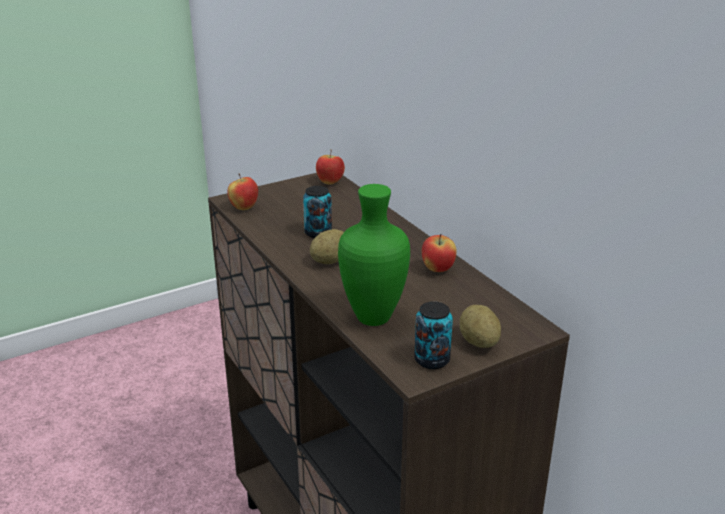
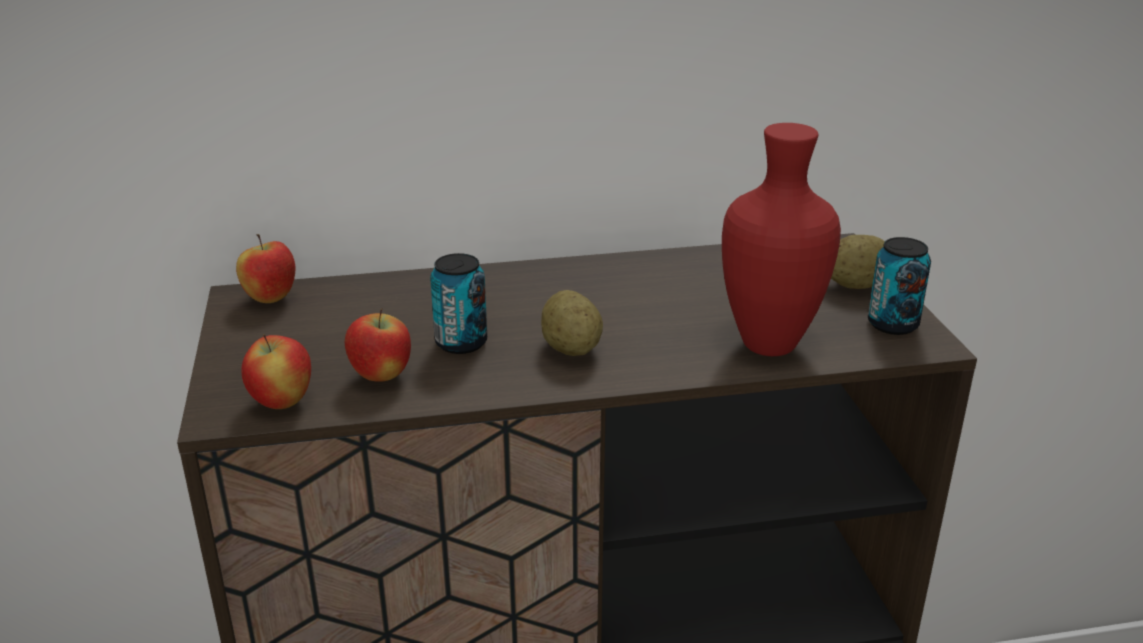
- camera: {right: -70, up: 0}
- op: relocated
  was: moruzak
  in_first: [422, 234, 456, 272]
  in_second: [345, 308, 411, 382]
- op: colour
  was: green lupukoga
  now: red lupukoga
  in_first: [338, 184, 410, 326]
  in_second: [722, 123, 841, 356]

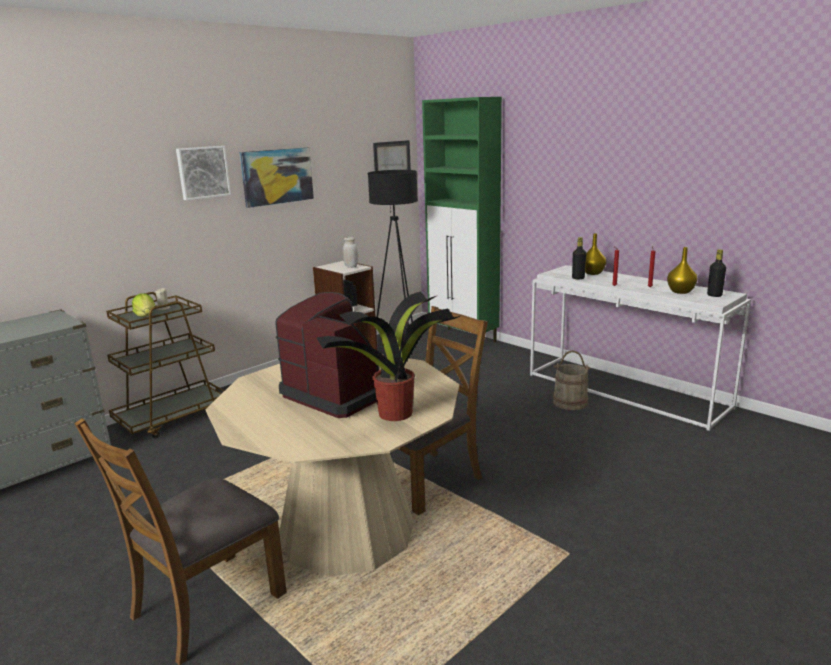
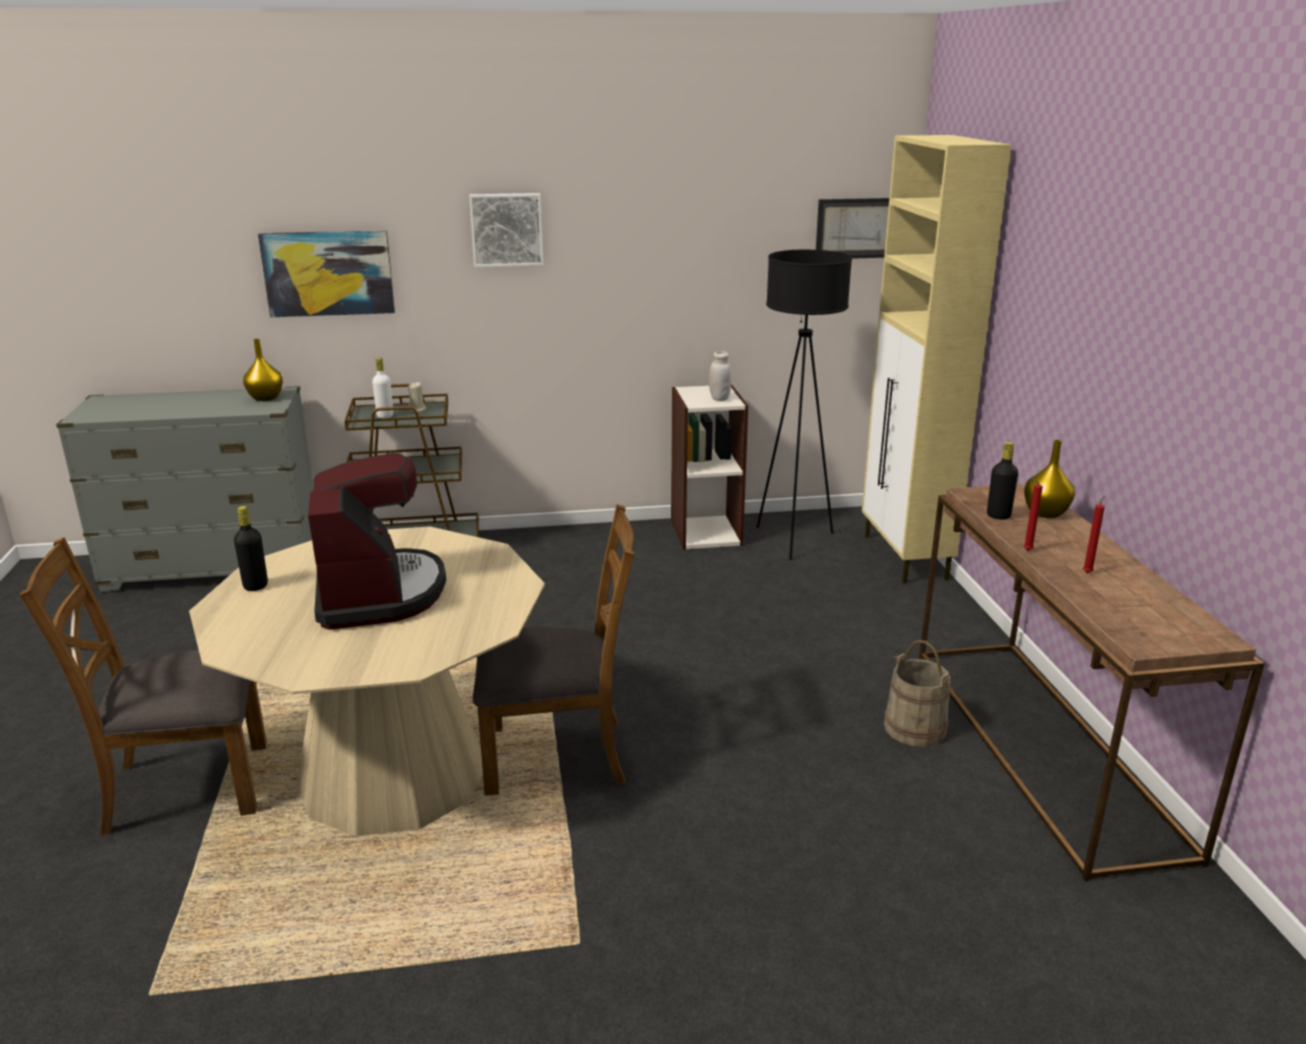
- camera: {right: 35, up: 5}
- op: relocated
  was: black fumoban
  in_first: [707, 249, 726, 297]
  in_second: [234, 506, 268, 591]
- op: relocated
  was: yellow lupukoga
  in_first: [667, 247, 698, 294]
  in_second: [243, 339, 283, 401]
- op: relocated
  was: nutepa
  in_first: [240, 147, 314, 208]
  in_second: [258, 230, 395, 317]
- op: exchanged
  was: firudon
  now: white fumoban
  in_first: [132, 293, 155, 317]
  in_second: [372, 358, 393, 418]
- op: colour
  was: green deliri
  now: beige deliri
  in_first: [422, 97, 502, 342]
  in_second: [862, 135, 1011, 584]
- op: colour
  was: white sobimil
  now: brown sobimil
  in_first: [530, 265, 751, 431]
  in_second: [919, 484, 1265, 881]
- op: missing
  was: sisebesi
  in_first: [317, 292, 460, 421]

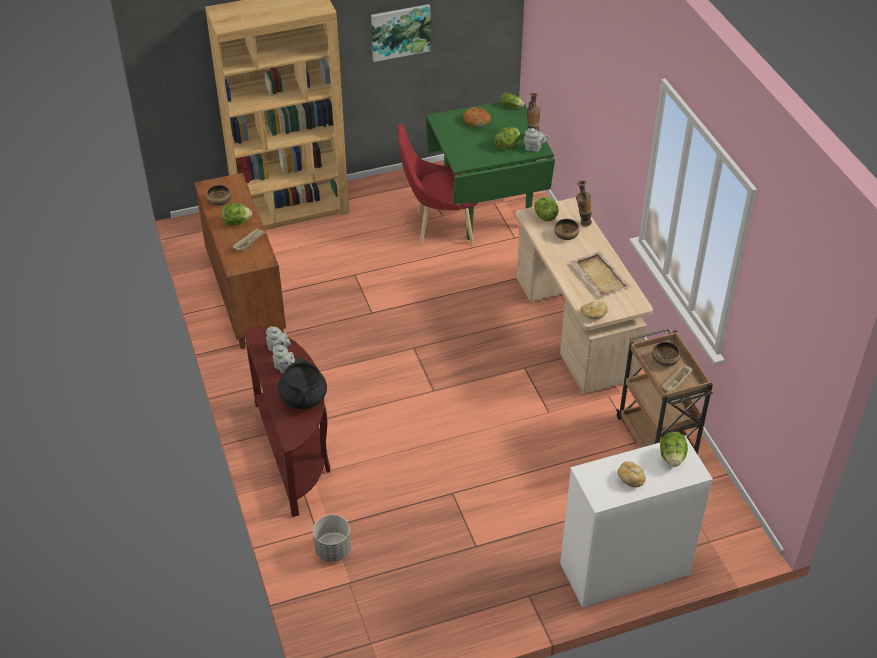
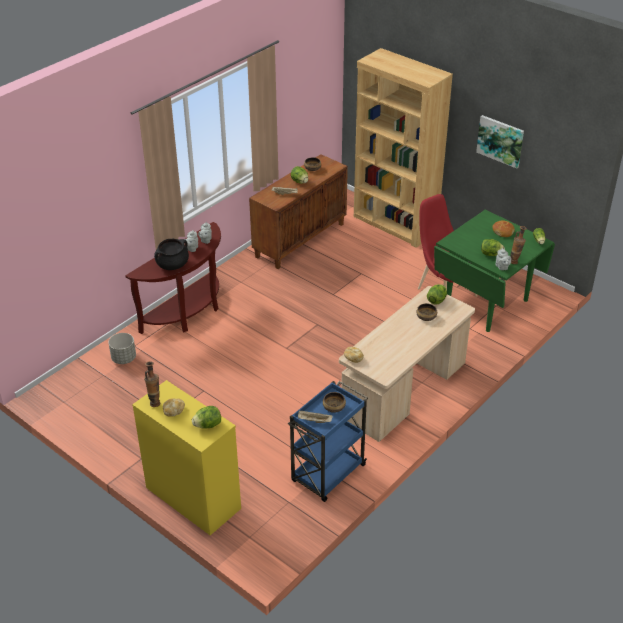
- camera: {right: 60, up: -5}
- op: colour
  was: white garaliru
  now: yellow garaliru
  in_first: [560, 436, 713, 608]
  in_second: [132, 380, 241, 535]
- op: relocated
  was: lupukoga
  in_first: [576, 180, 592, 227]
  in_second: [144, 361, 160, 407]
- op: colour
  was: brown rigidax
  now: blue rigidax
  in_first: [616, 328, 713, 455]
  in_second: [288, 381, 368, 502]
- op: missing
  was: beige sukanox
  in_first: [570, 251, 632, 297]

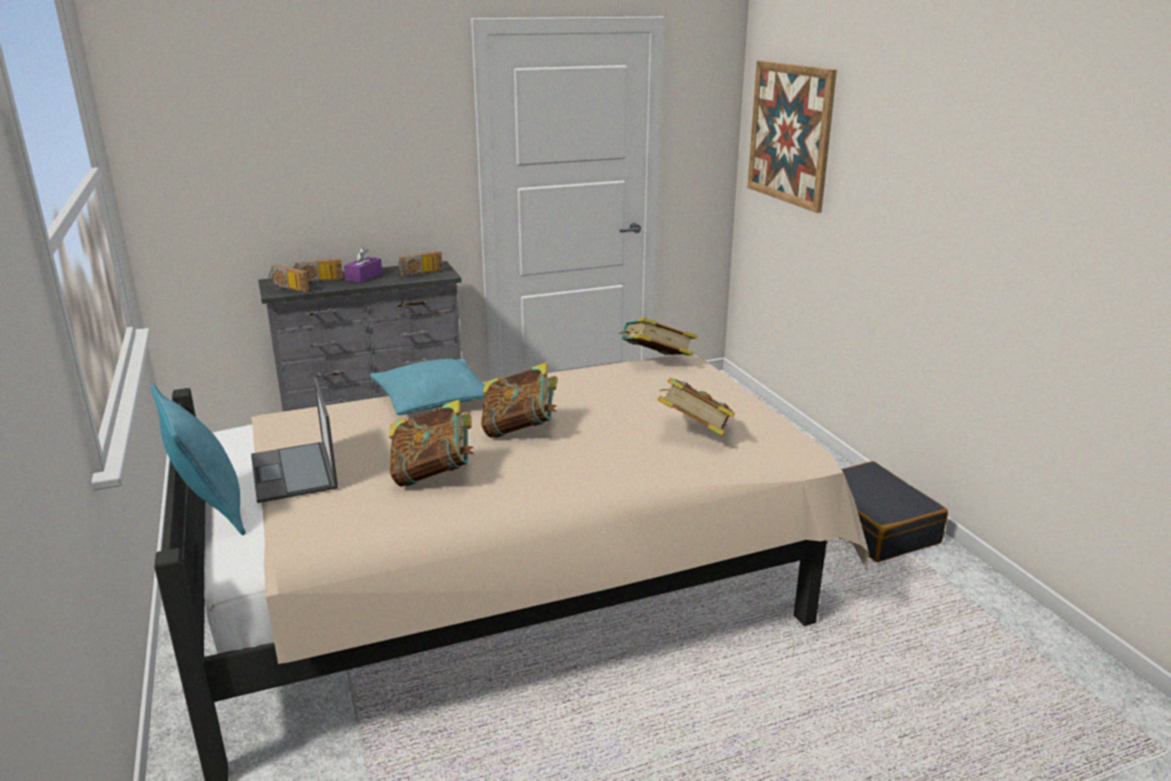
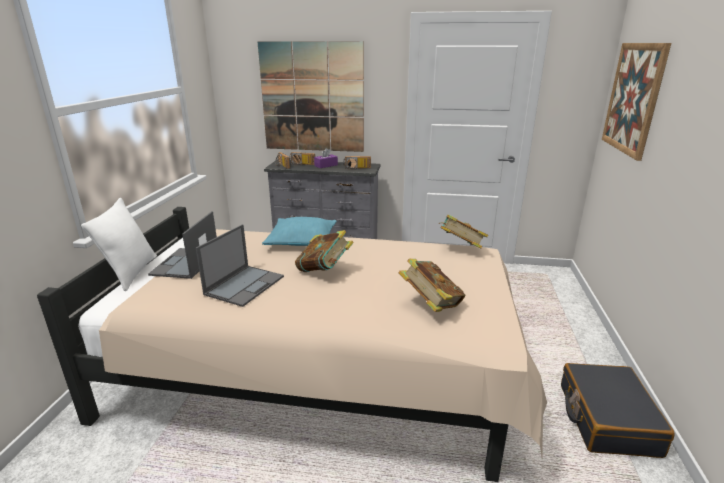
- camera: {right: 30, up: 0}
- op: colour
  was: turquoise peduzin
  now: white peduzin
  in_first: [151, 384, 246, 535]
  in_second: [81, 198, 157, 291]
- op: exchanged
  was: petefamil
  now: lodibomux
  in_first: [389, 400, 474, 487]
  in_second: [196, 224, 284, 307]
- op: appeared
  now: nutepa
  in_second: [258, 41, 364, 152]

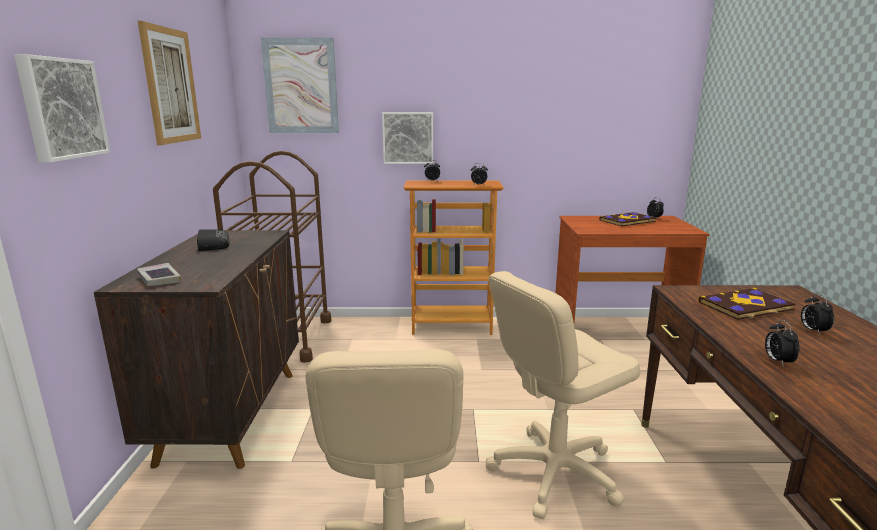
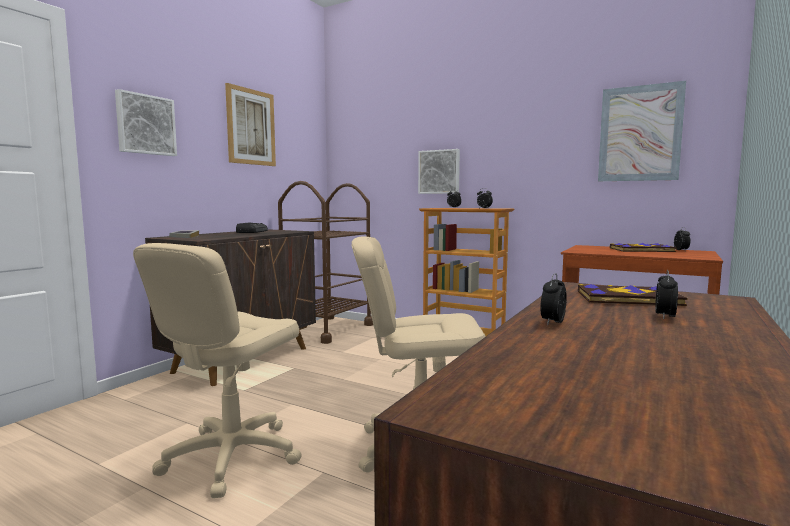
- camera: {right: 30, up: -10}
- op: relocated
  was: nutepa
  in_first: [261, 38, 339, 133]
  in_second: [598, 81, 686, 181]

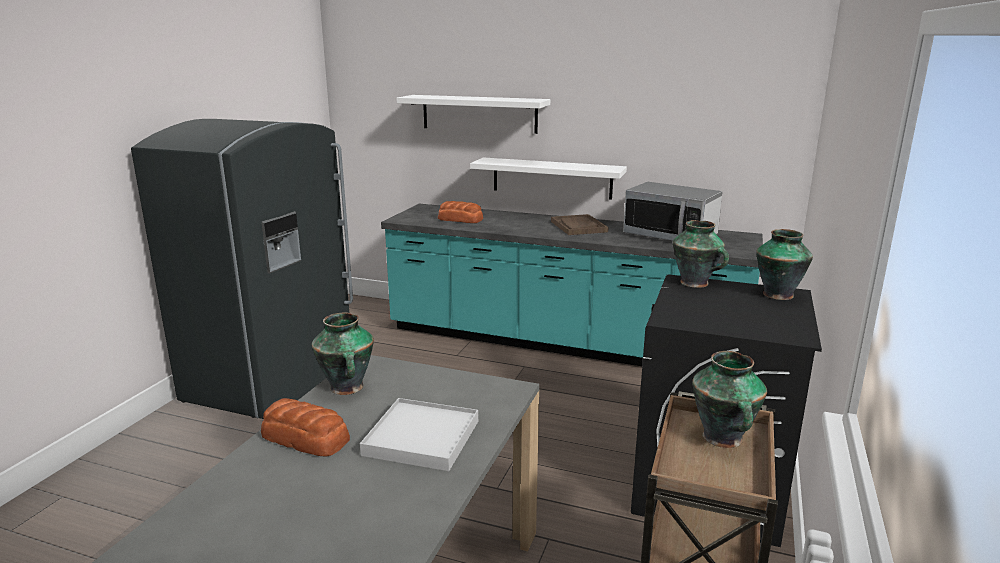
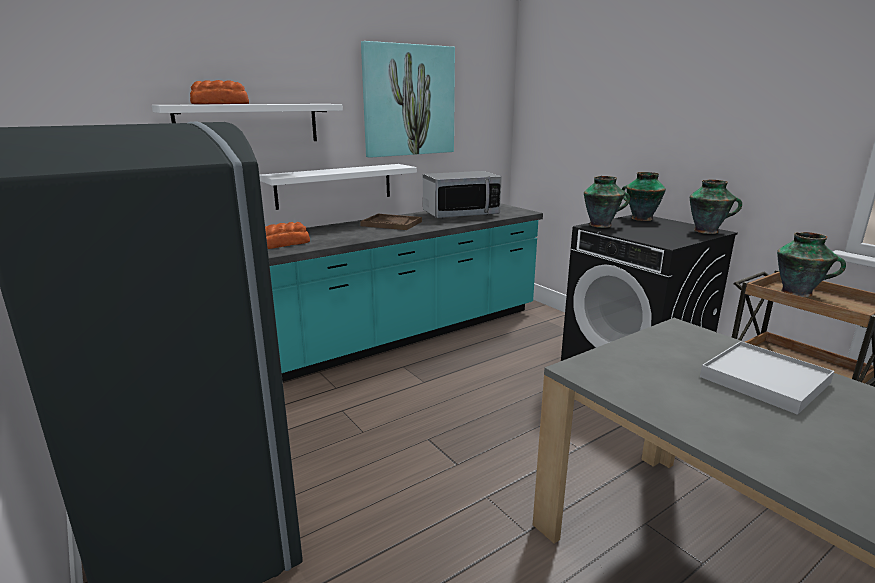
- camera: {right: -55, up: 0}
- op: relocated
  was: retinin
  in_first: [261, 398, 350, 457]
  in_second: [190, 80, 249, 104]
- op: appeared
  now: nutepa
  in_second: [361, 41, 455, 158]
- op: relocated
  was: lupukoga
  in_first: [312, 313, 374, 395]
  in_second: [690, 180, 742, 234]

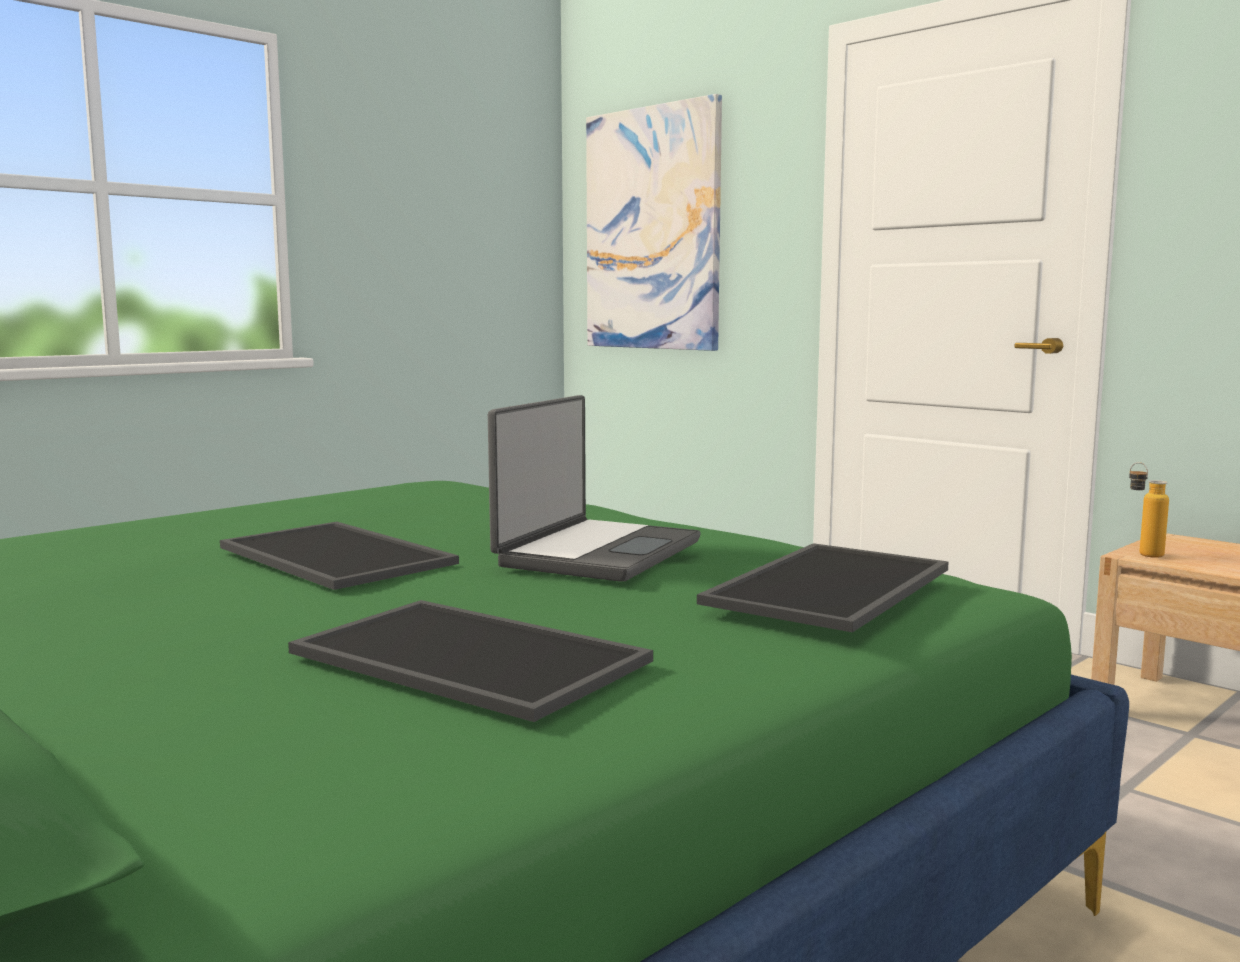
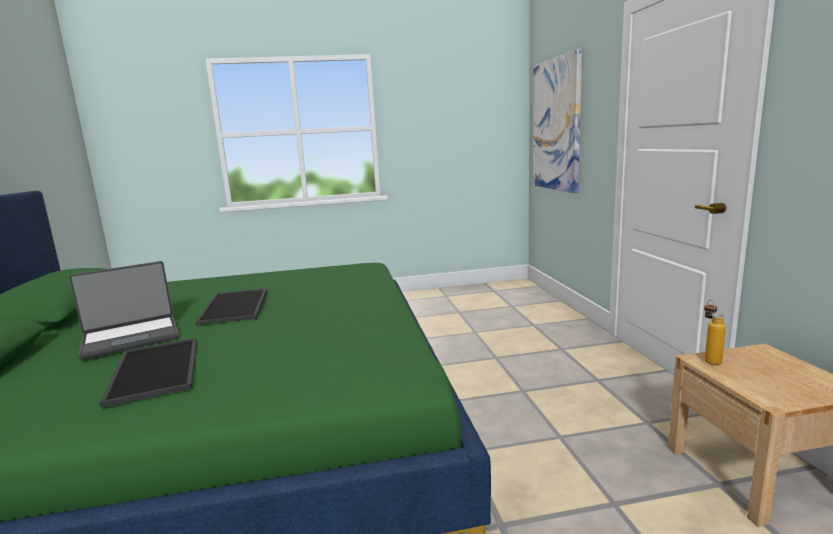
- camera: {right: 35, up: 5}
- op: relocated
  was: lodibomux
  in_first: [488, 395, 700, 582]
  in_second: [69, 261, 180, 360]
- op: missing
  was: sukanox
  in_first: [697, 543, 949, 632]

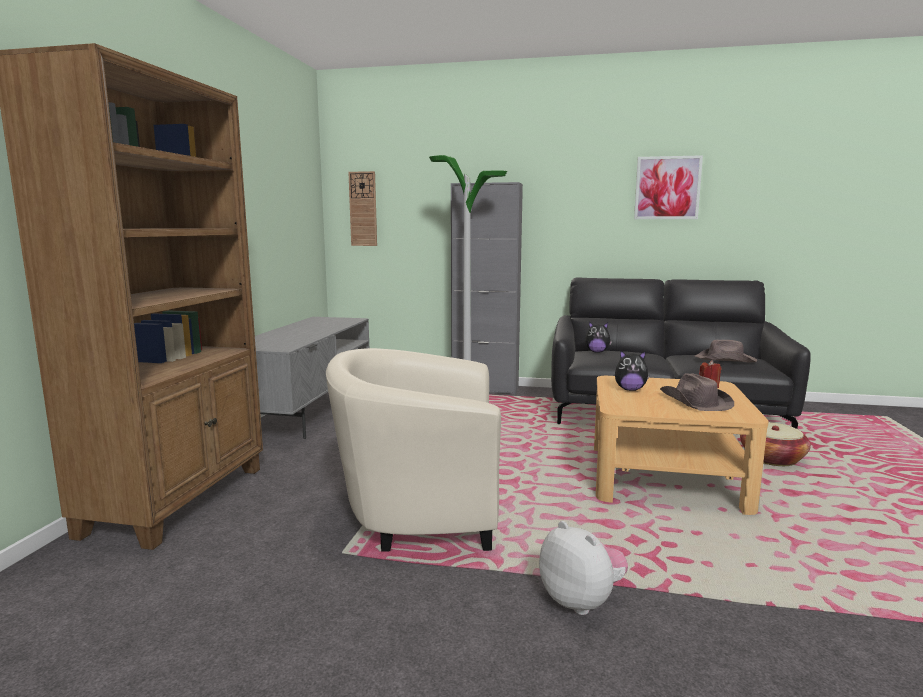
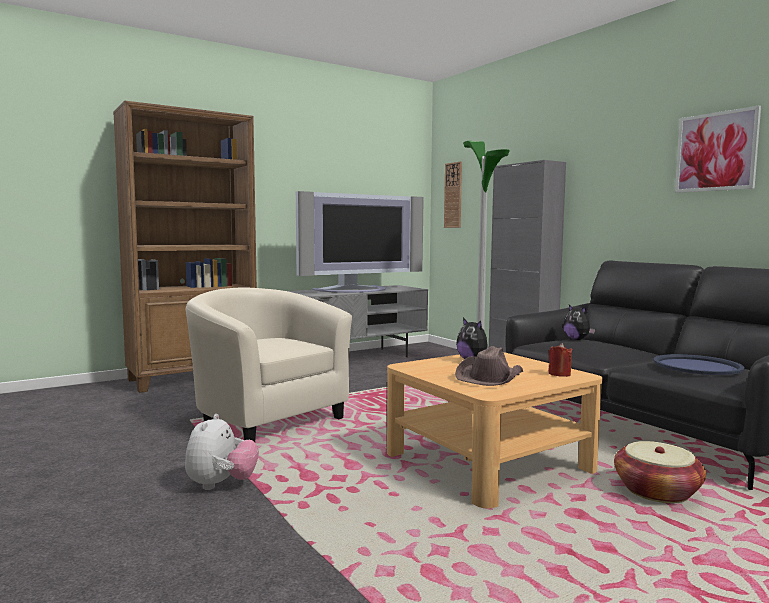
- camera: {right: 45, up: -5}
- op: appeared
  now: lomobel
  in_second: [296, 191, 424, 293]
- op: exchanged
  was: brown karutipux
  now: blue sukanox
  in_first: [695, 340, 757, 363]
  in_second: [654, 354, 744, 375]

